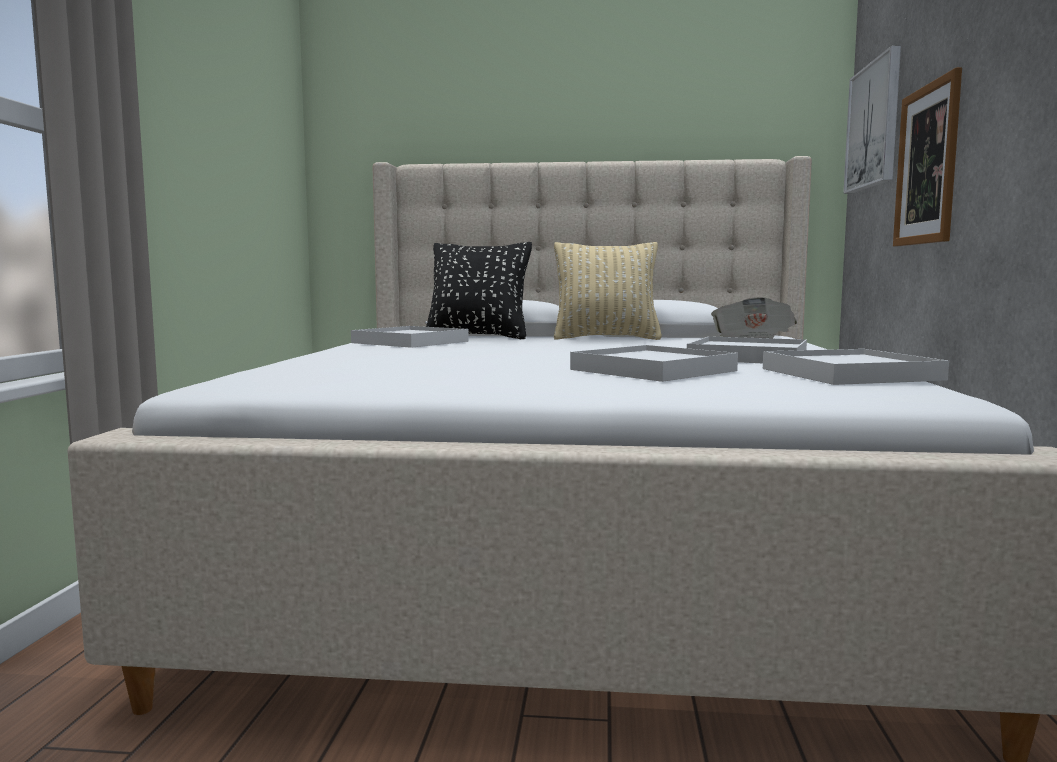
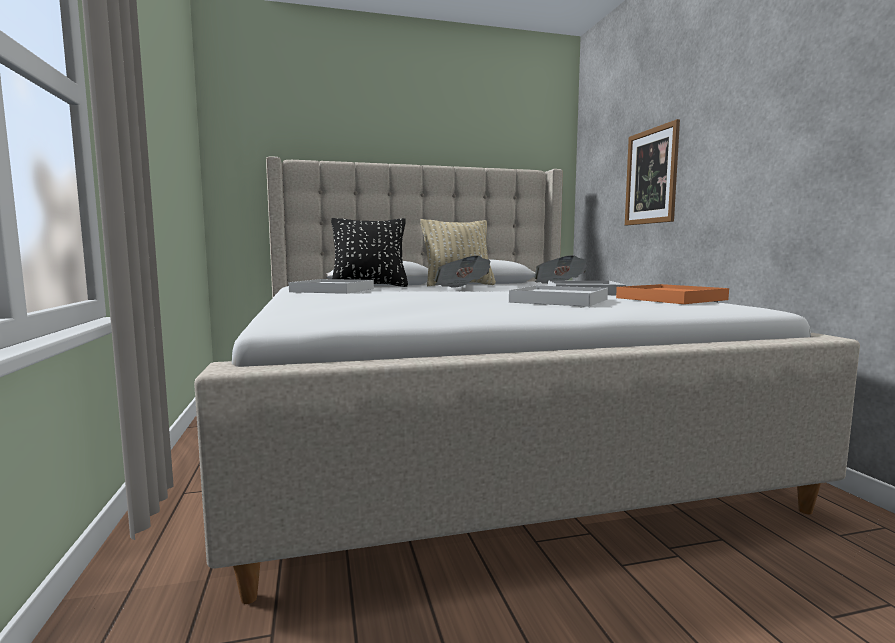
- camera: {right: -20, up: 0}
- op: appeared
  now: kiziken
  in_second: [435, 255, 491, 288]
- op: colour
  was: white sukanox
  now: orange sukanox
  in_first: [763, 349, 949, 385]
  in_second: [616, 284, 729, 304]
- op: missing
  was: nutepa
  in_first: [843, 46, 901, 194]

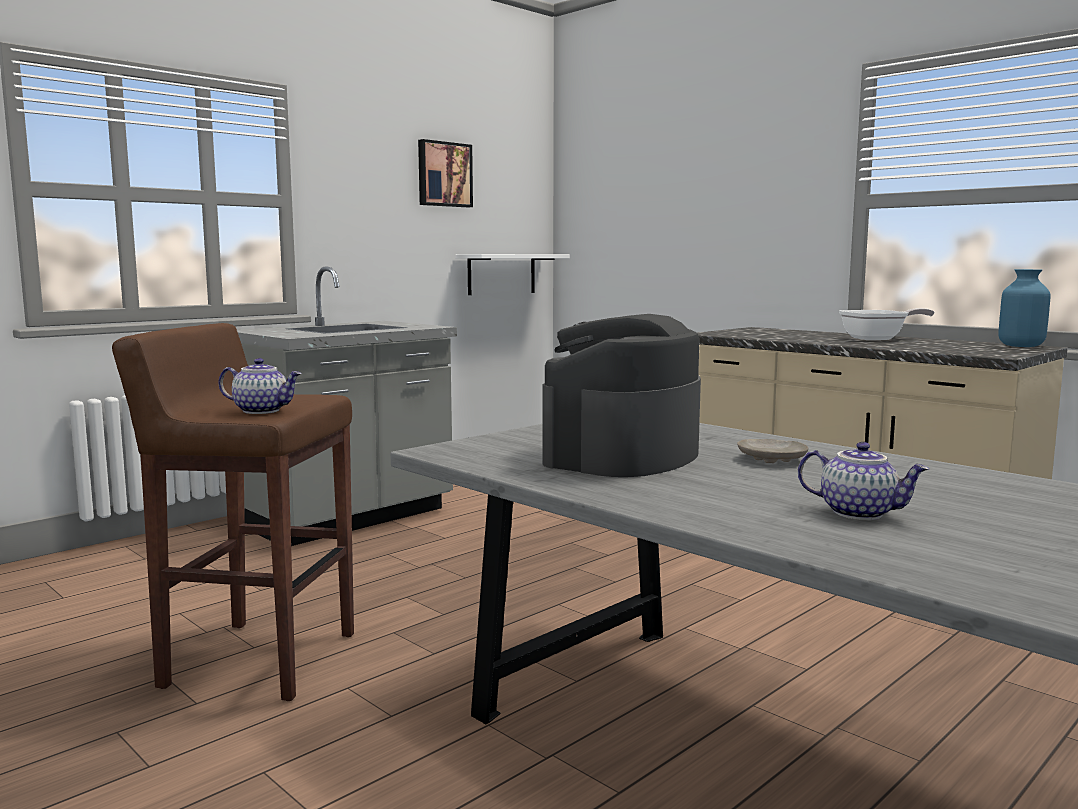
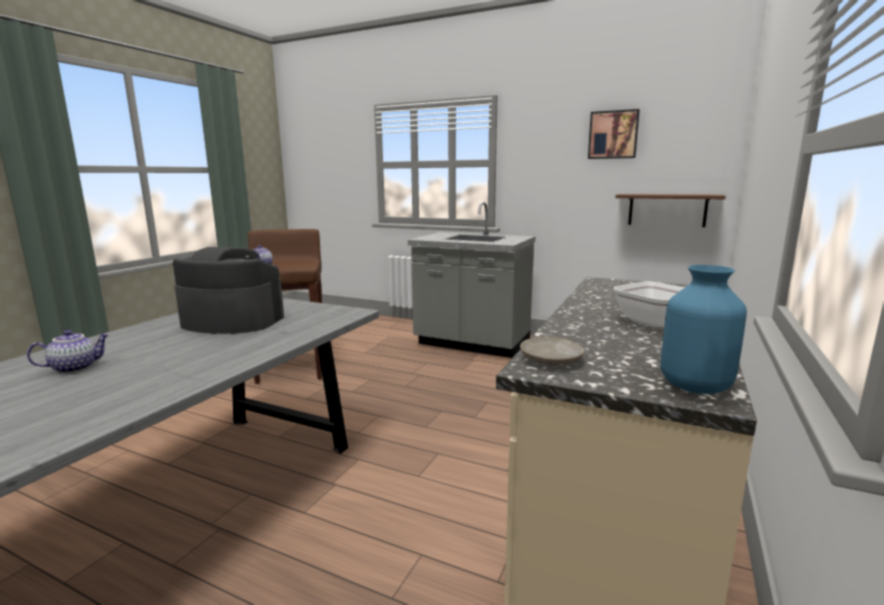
- camera: {right: 70, up: 5}
- op: spun
  was: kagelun
  in_first: [798, 442, 929, 520]
  in_second: [27, 330, 110, 373]
  clockwise: -135
- op: relocated
  was: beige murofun
  in_first: [737, 439, 808, 463]
  in_second: [520, 337, 584, 366]
- op: colour
  was: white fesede
  now: brown fesede
  in_first: [456, 254, 570, 295]
  in_second: [615, 194, 726, 227]

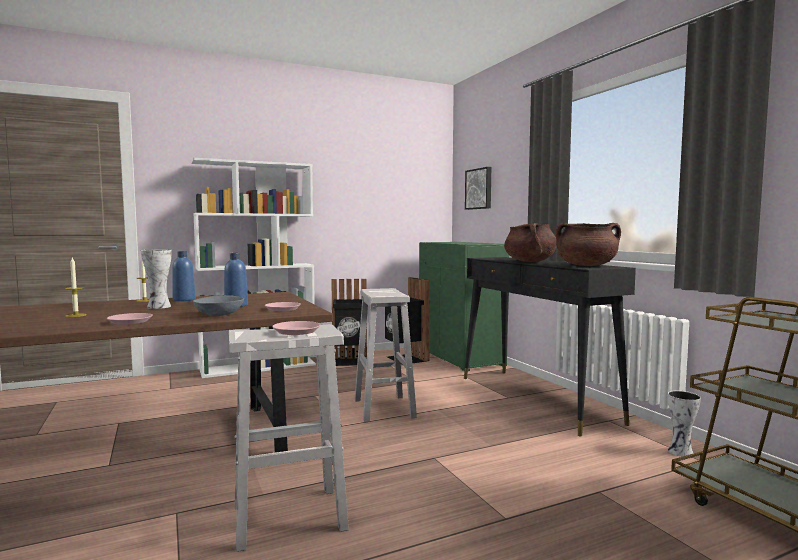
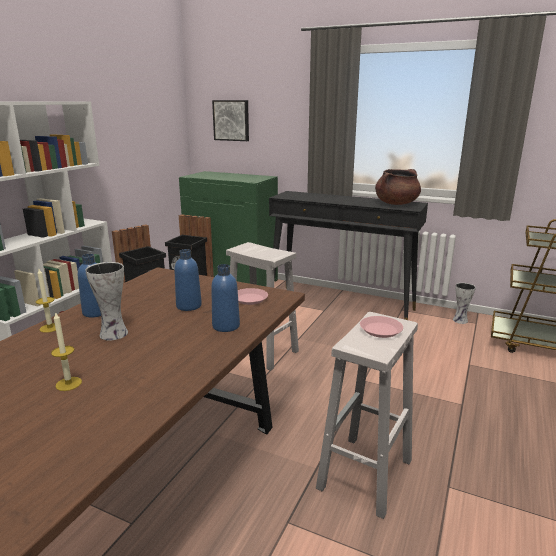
- camera: {right: -40, up: 15}
- op: exchanged
  was: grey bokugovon
  now: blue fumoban
  in_first: [193, 295, 244, 316]
  in_second: [211, 264, 240, 332]
- op: missing
  was: pink murofun
  in_first: [107, 313, 153, 325]
- op: missing
  was: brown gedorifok
  in_first: [504, 223, 557, 262]

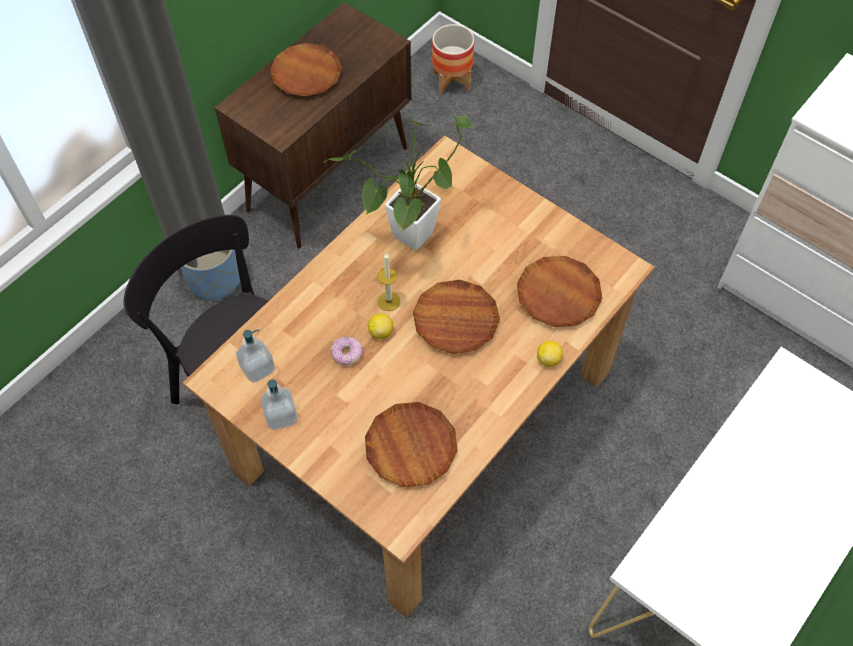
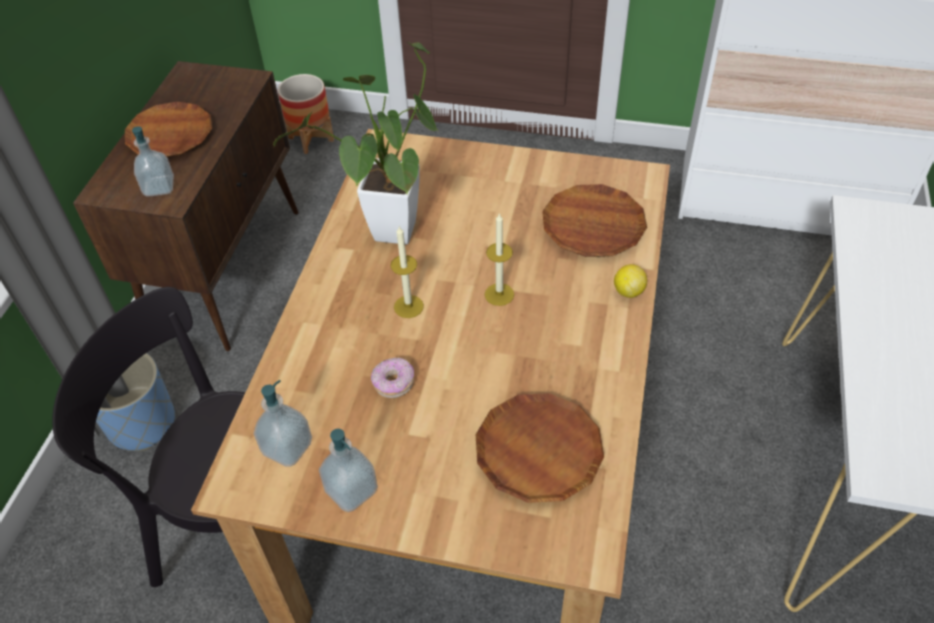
- camera: {right: -25, up: -10}
- op: appeared
  now: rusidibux
  in_second: [132, 126, 174, 197]
- op: exchanged
  was: brown murofun
  now: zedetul
  in_first: [413, 280, 500, 354]
  in_second: [485, 213, 514, 306]
- op: missing
  was: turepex
  in_first: [368, 313, 393, 339]

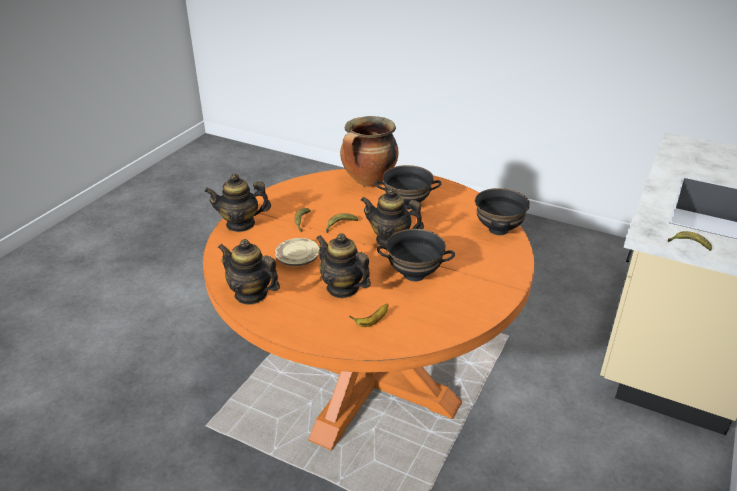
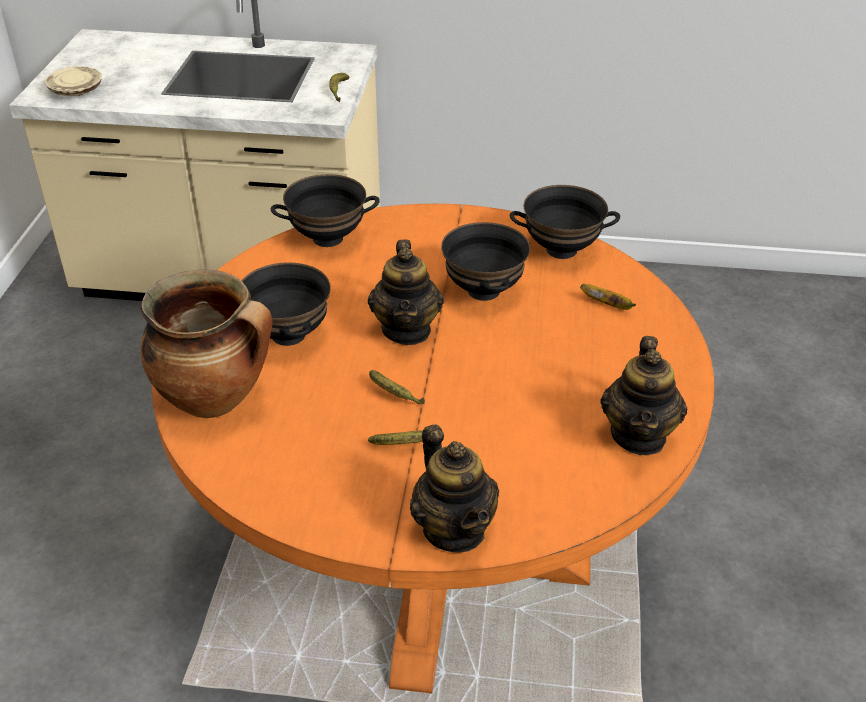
- camera: {right: -110, up: 5}
- op: relocated
  was: beige murofun
  in_first: [275, 238, 319, 267]
  in_second: [45, 66, 102, 96]
- op: appeared
  now: black bokugovon
  in_second: [510, 185, 620, 259]
- op: missing
  was: kagelun
  in_first: [316, 233, 371, 298]

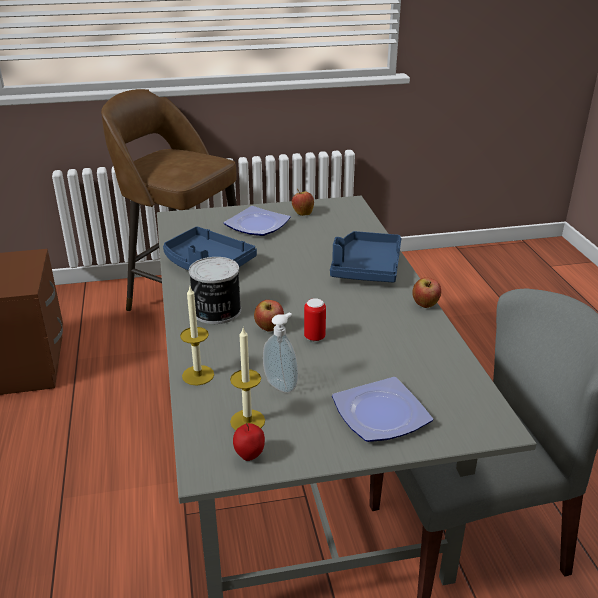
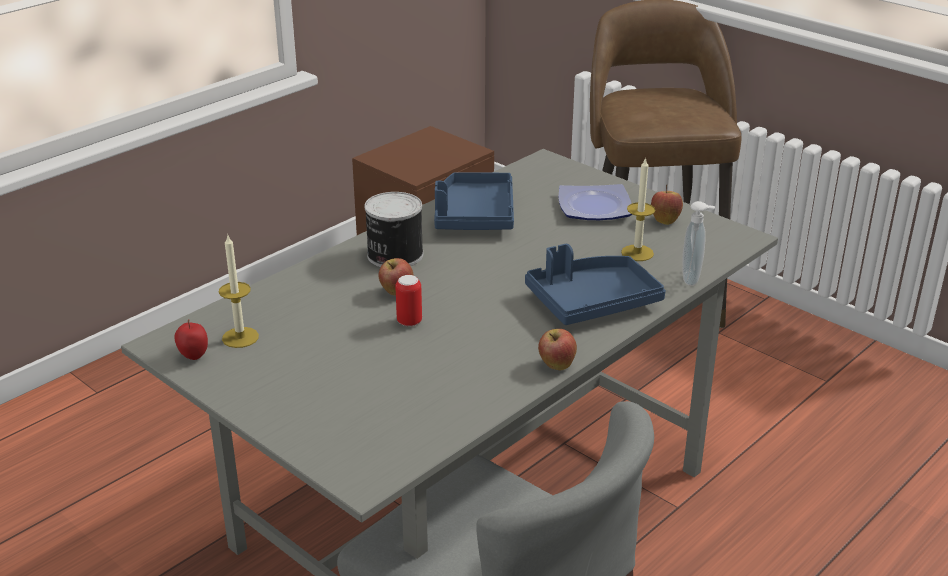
- camera: {right: 55, up: 0}
- op: relocated
  was: zedetul
  in_first: [180, 287, 214, 385]
  in_second: [621, 157, 655, 261]
- op: relocated
  was: rusidibux
  in_first: [263, 312, 298, 393]
  in_second: [682, 201, 715, 286]
- op: missing
  was: murofun
  in_first: [332, 377, 433, 442]

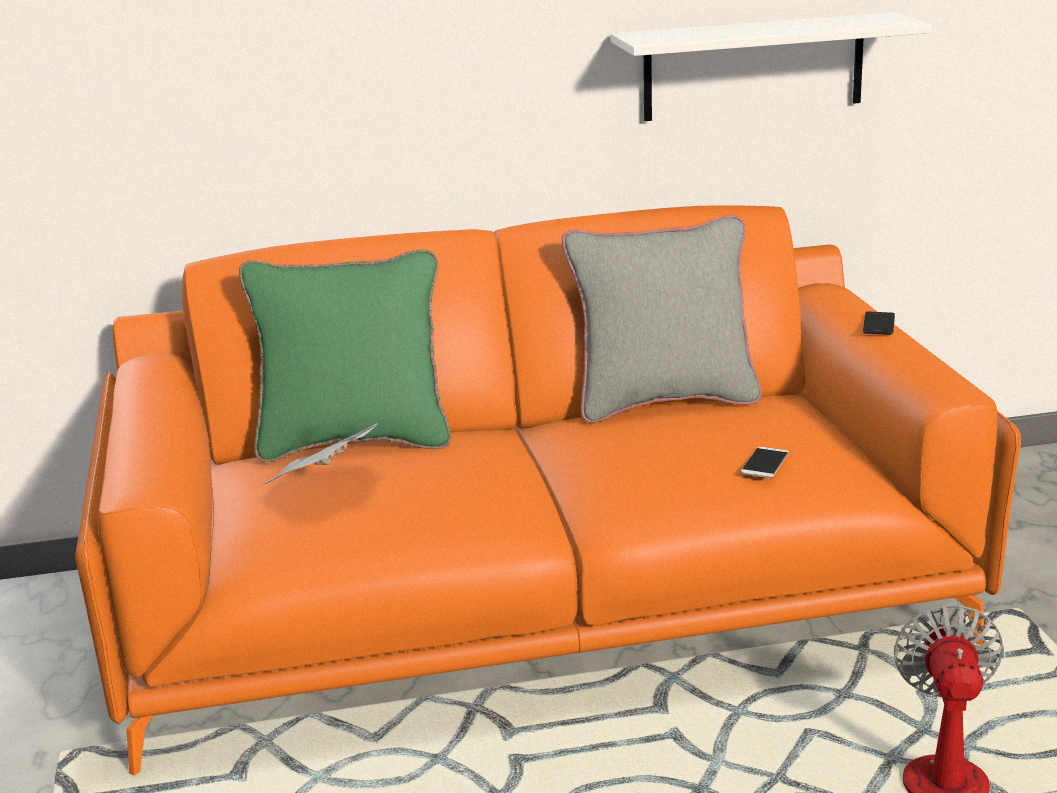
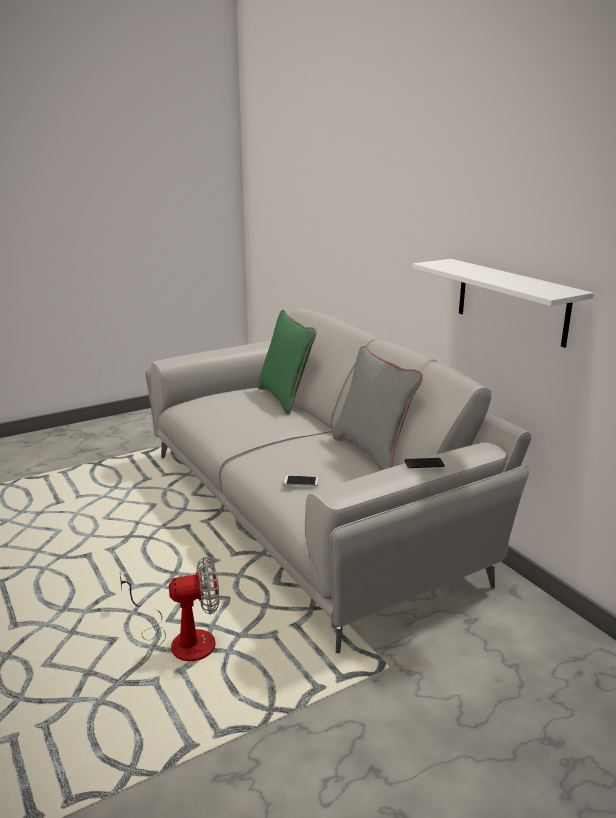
- camera: {right: 70, up: 0}
- op: colour
  was: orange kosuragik
  now: grey kosuragik
  in_first: [75, 205, 1021, 776]
  in_second: [145, 308, 531, 654]
- op: missing
  was: kiziken
  in_first: [261, 419, 386, 486]

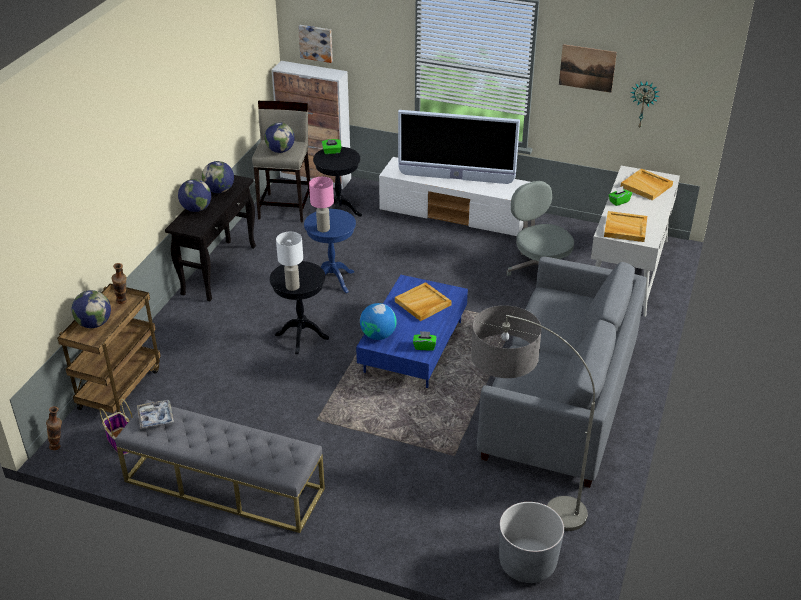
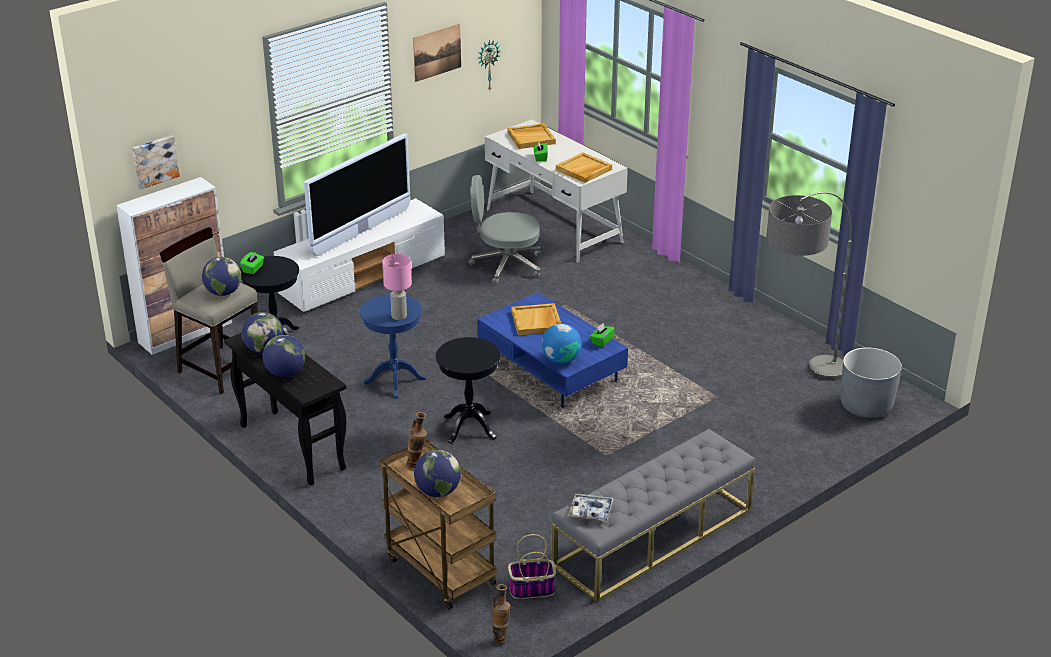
- camera: {right: -60, up: -5}
- op: missing
  was: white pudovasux
  in_first: [276, 232, 303, 291]
- op: missing
  was: grey kosuragik
  in_first: [477, 257, 647, 488]

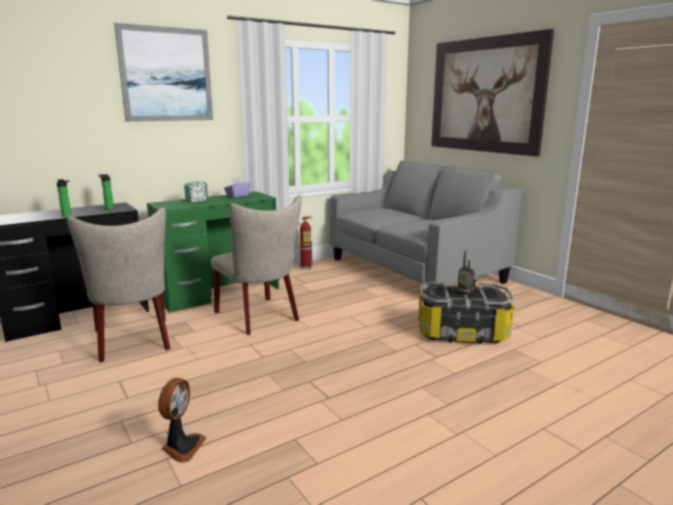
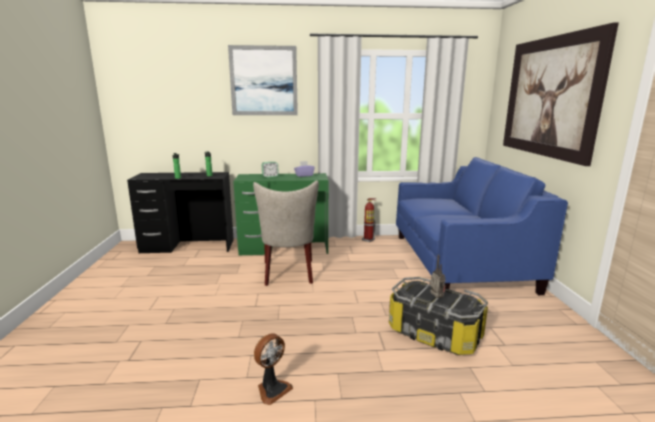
- camera: {right: 30, up: 0}
- op: relocated
  was: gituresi
  in_first: [158, 378, 206, 463]
  in_second: [254, 333, 293, 405]
- op: colour
  was: grey kosuragik
  now: blue kosuragik
  in_first: [330, 161, 522, 286]
  in_second: [396, 157, 568, 295]
- op: missing
  was: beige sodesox
  in_first: [67, 208, 170, 362]

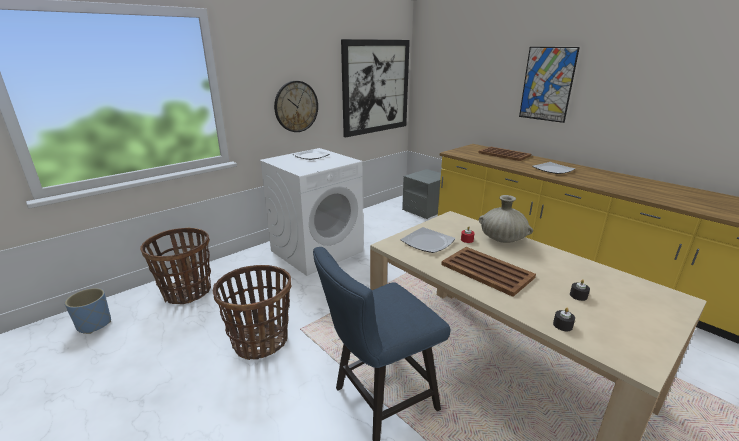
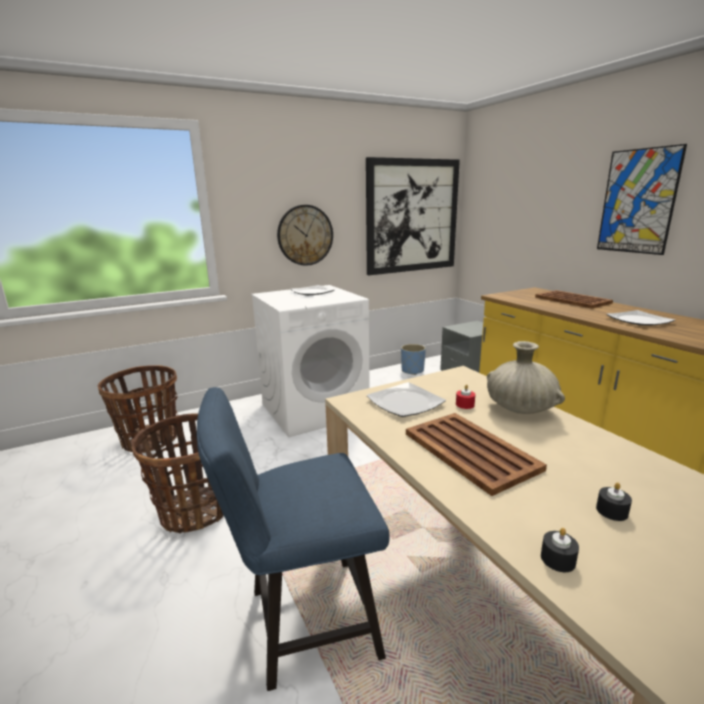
- camera: {right: 15, up: -5}
- op: relocated
  was: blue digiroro
  in_first: [65, 288, 111, 334]
  in_second: [401, 344, 426, 375]

